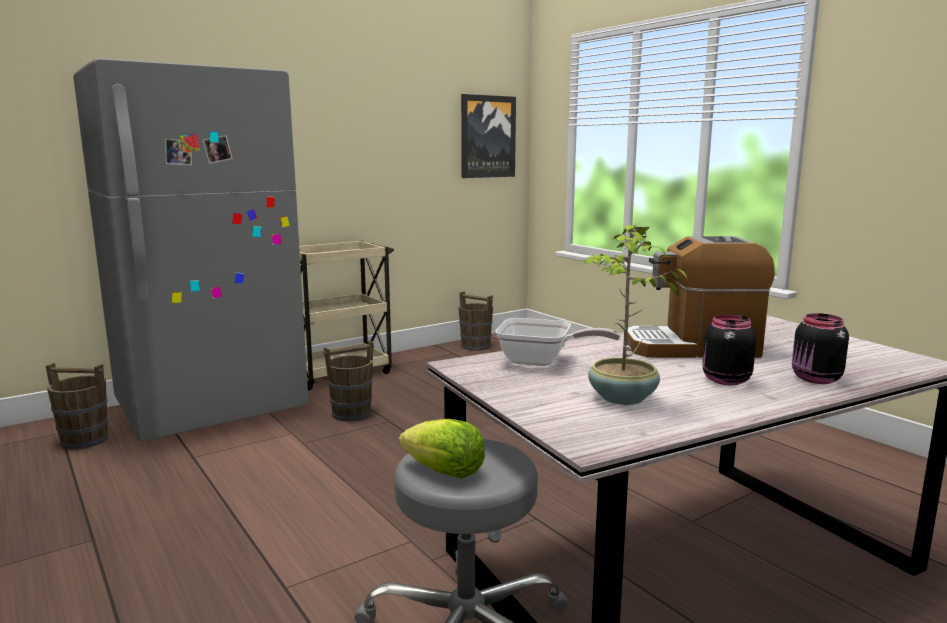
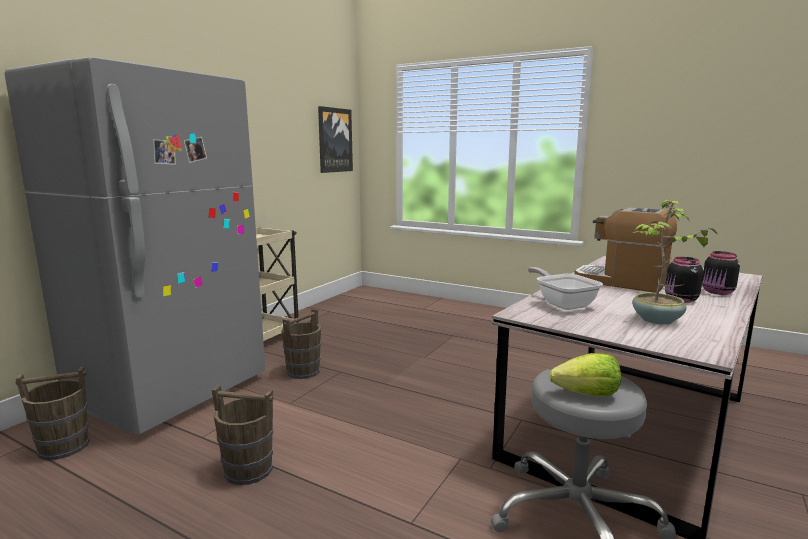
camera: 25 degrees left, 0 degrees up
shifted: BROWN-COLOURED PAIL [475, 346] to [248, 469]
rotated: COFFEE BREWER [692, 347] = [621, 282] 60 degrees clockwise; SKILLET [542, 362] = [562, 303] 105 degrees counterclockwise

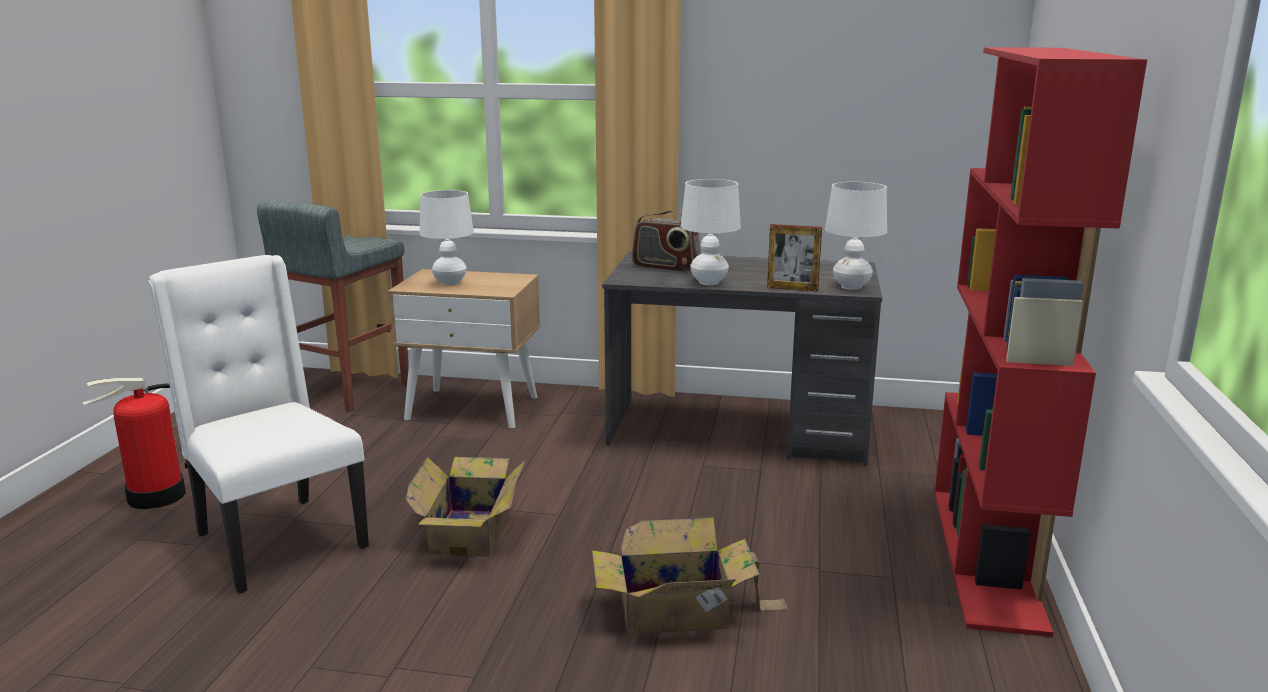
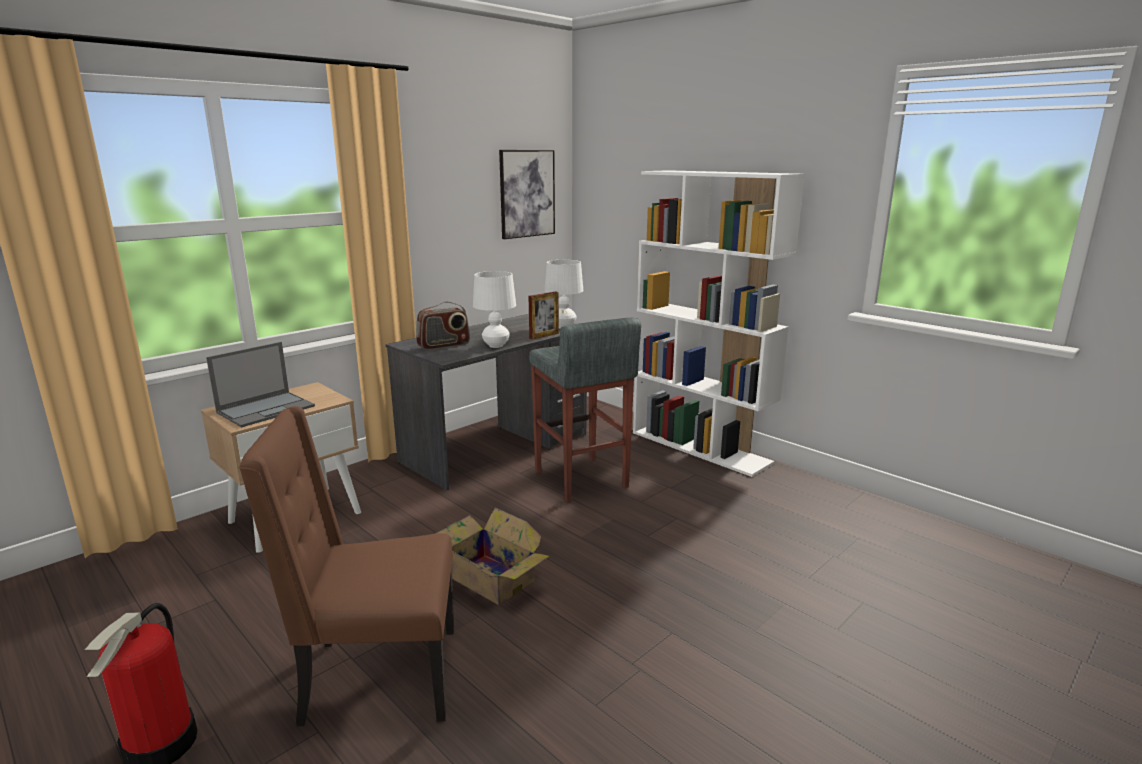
camera: 55 degrees left, 0 degrees up
gone: CARTON [679, 612]
new: WALL PICTURE [527, 193]
shifted: GREY STOOL [348, 391] to [580, 480]
swapped: WHITISH TABLE LAMP [449, 282] to PORTABLE COMPUTER [267, 409]
repainted: REDDISH SHELVING UNIT [987, 556] to WHITISH SHELVING UNIT [701, 447]; WHITISH UPRIGHT CHAIR [276, 541] to BROWN-COLOURED UPRIGHT CHAIR [377, 678]

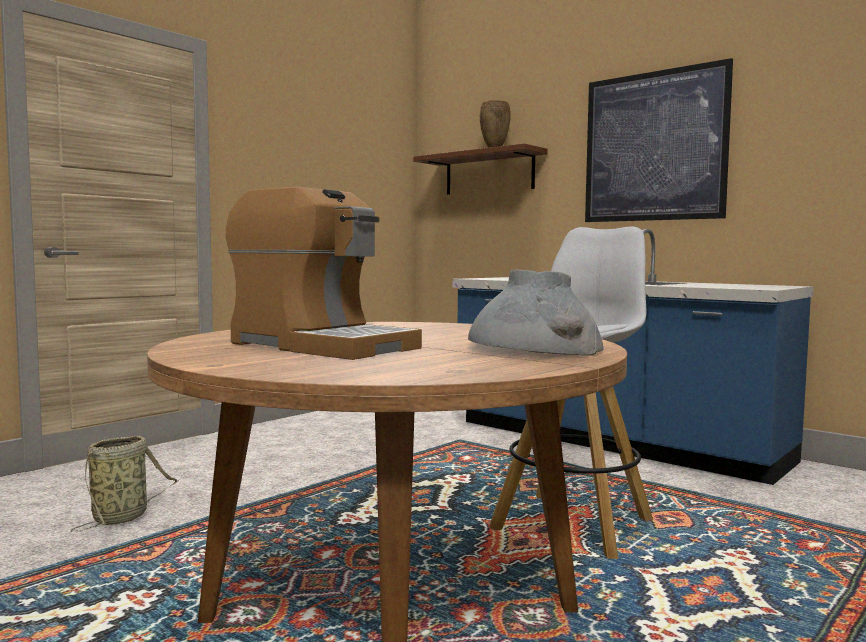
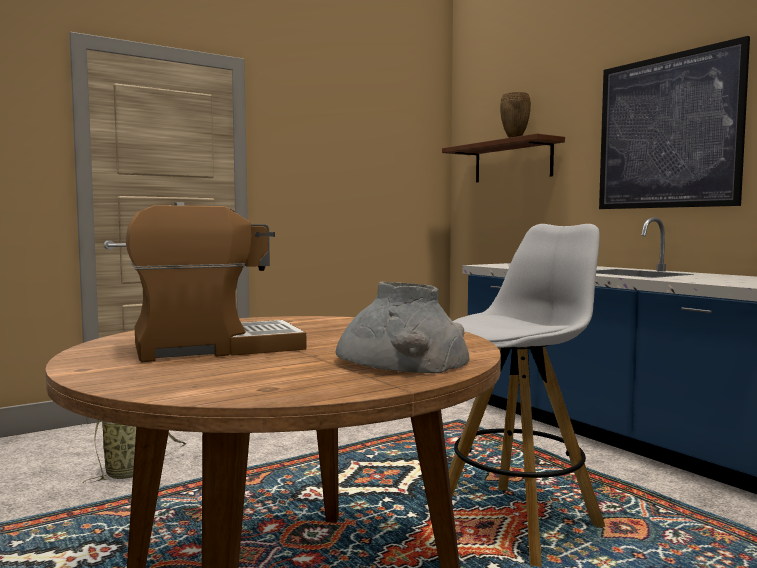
camera: 15 degrees right, 0 degrees up
rotated: COFFEE BREWER [320, 345] = [214, 348] 75 degrees counterclockwise

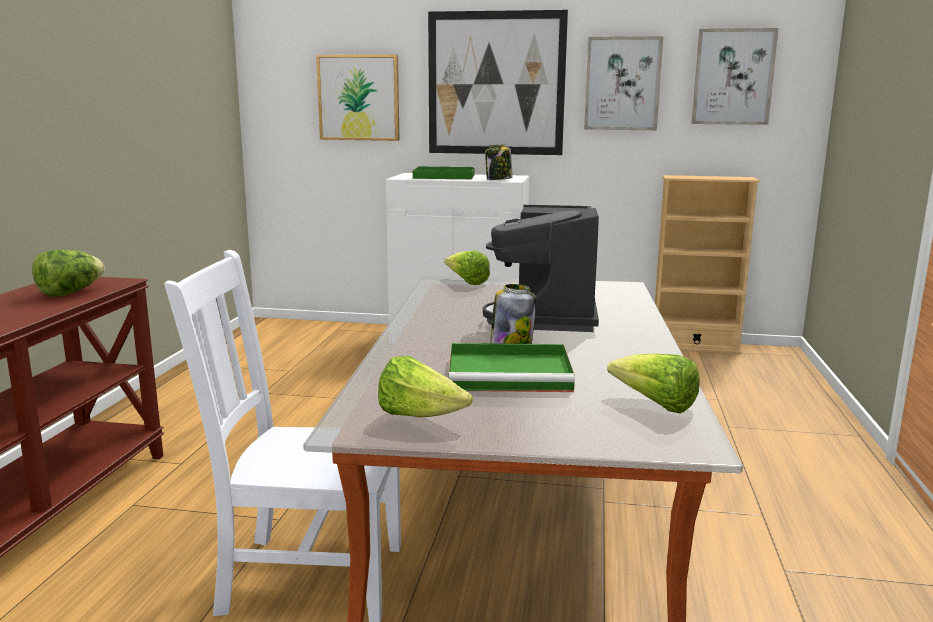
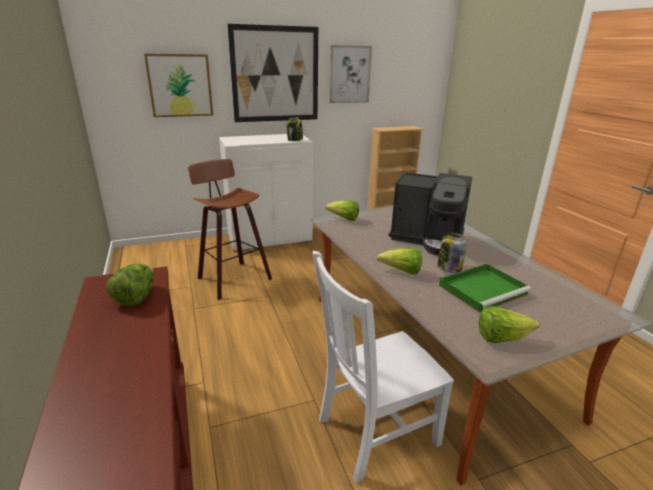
camera: 30 degrees left, 10 degrees up
gone: WALL PICTURE [733, 77]; GREEN CARRYING TRAY [442, 176]
new: STOOL [231, 278]
shifted: HEAD OF LETTUCE [655, 405] to [401, 271]
rotated: COFFEE BREWER [549, 317] = [428, 239] 45 degrees counterclockwise

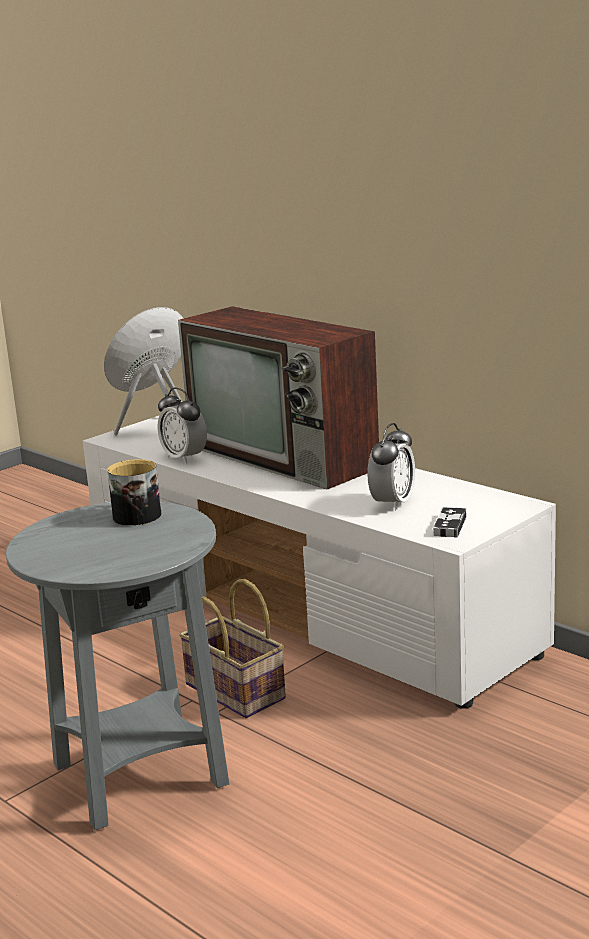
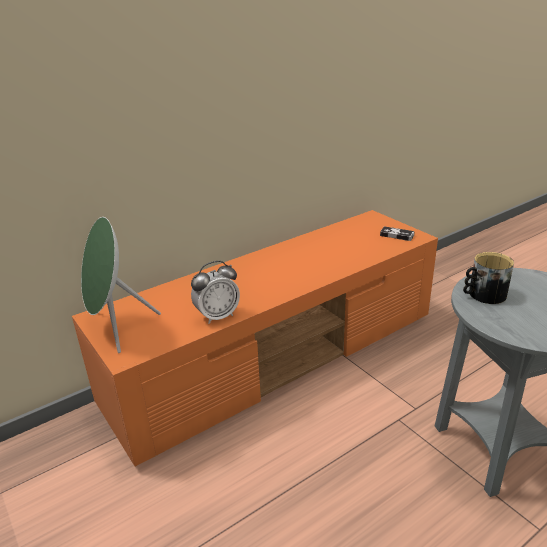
camera: 80 degrees left, 10 degrees up
gone: TELEVISION [285, 457]; TABLE CLOCK [392, 503]; STORAGE BASKET [238, 691]
repainted: WHITISH TV UNIT [306, 606] to ORANGE TV UNIT [278, 357]

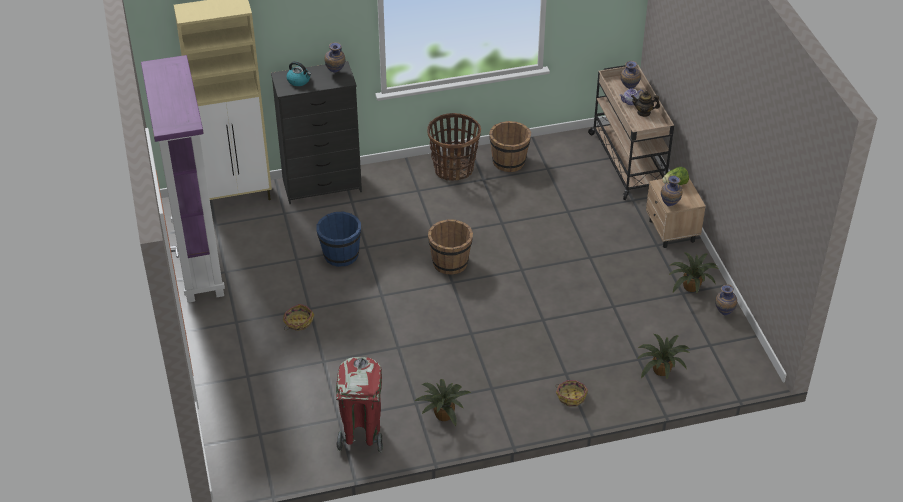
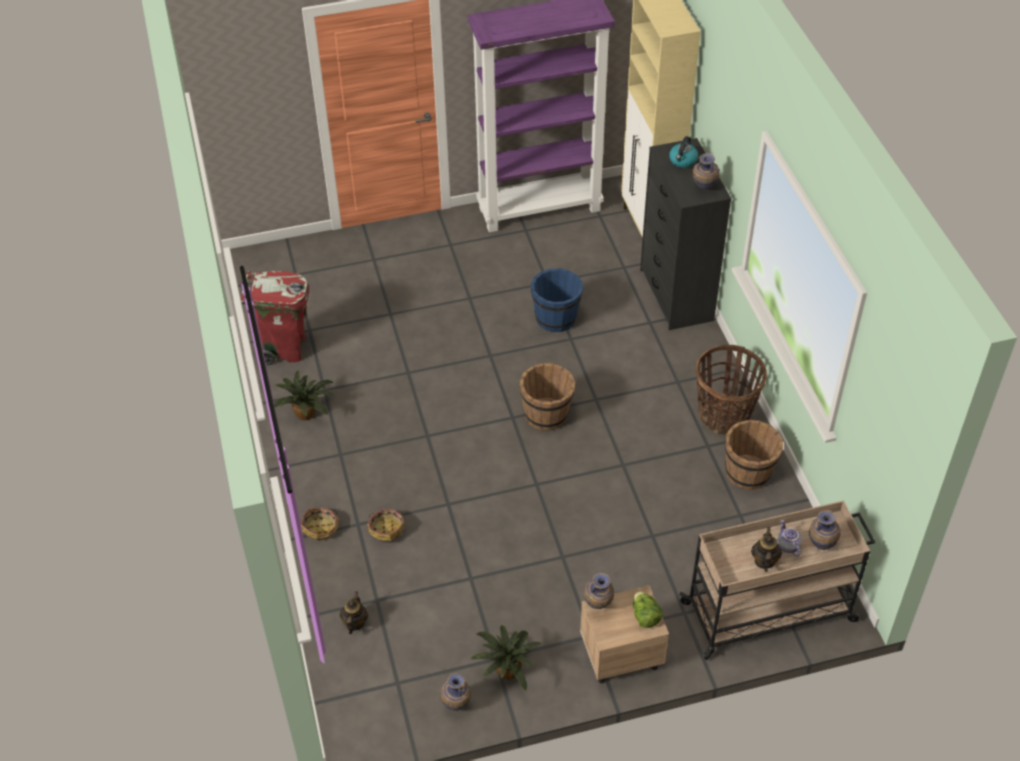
camera: 90 degrees right, 5 degrees up
shifted: STORAGE BASKET [298, 322] to [386, 529]
swapped: HOUSEPLANT [661, 371] to TEA POT [354, 623]

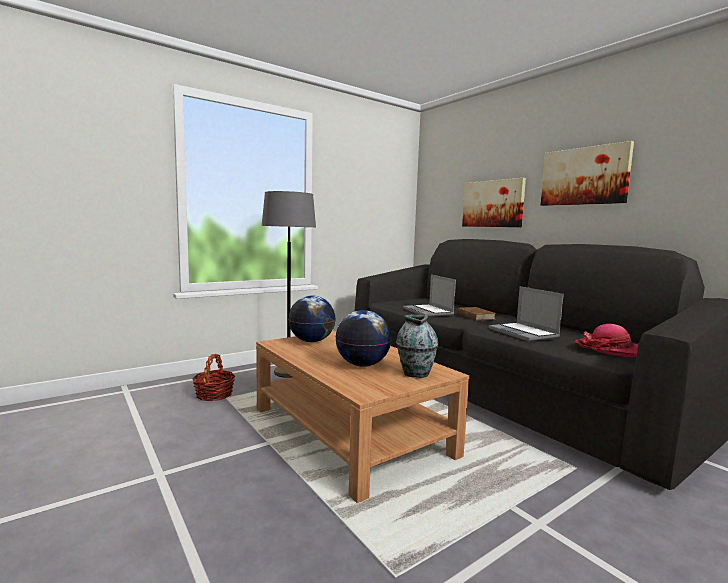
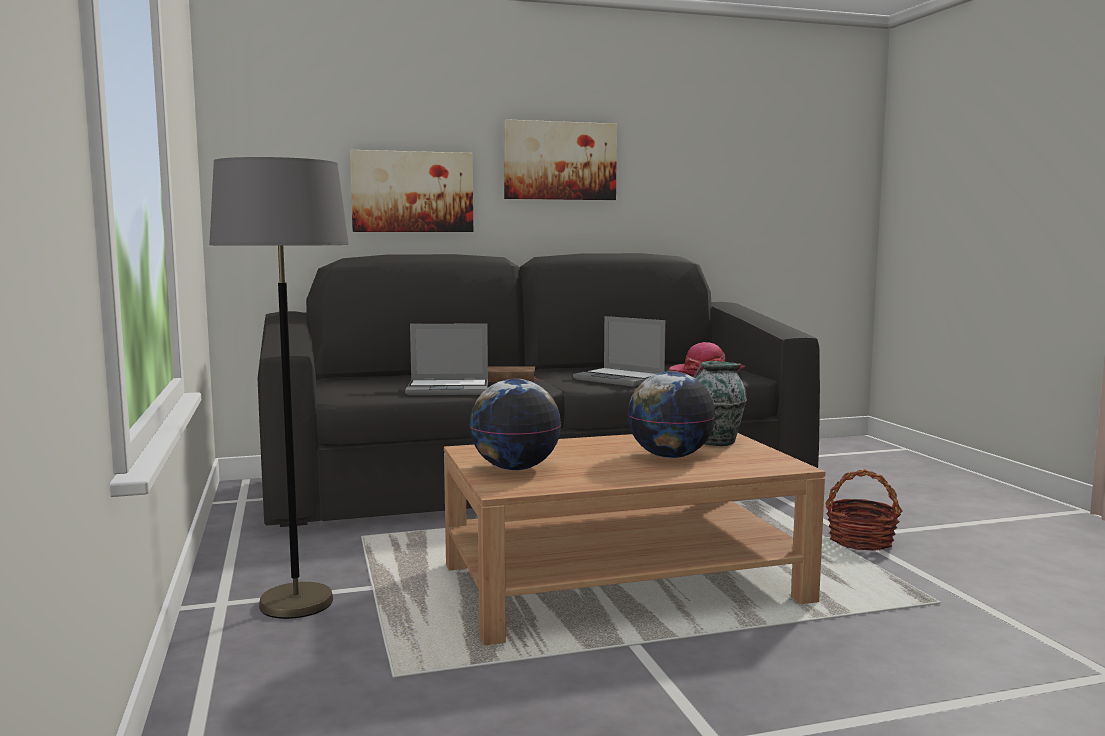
camera: 70 degrees left, 0 degrees up
shifted: STORAGE BASKET [214, 394] to [860, 541]
rotated: PORTABLE COMPUTER [524, 333] = [620, 379] 45 degrees clockwise

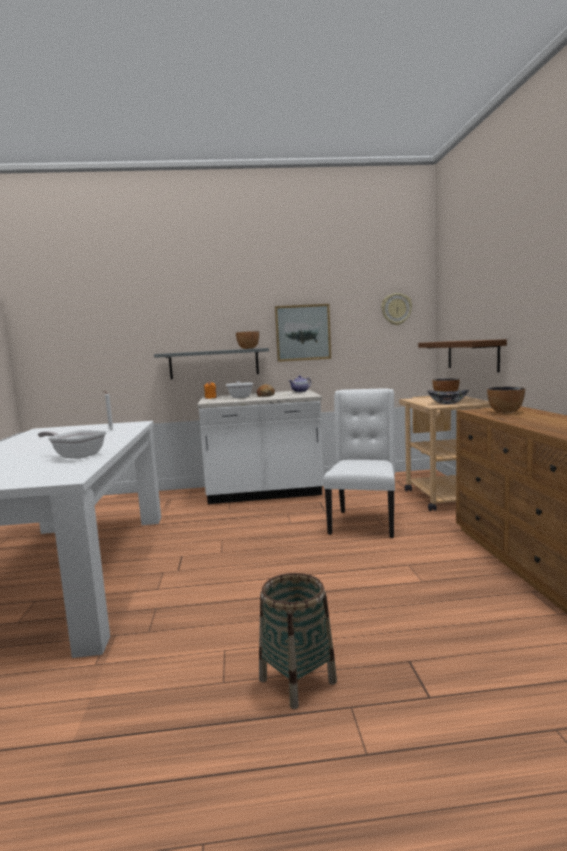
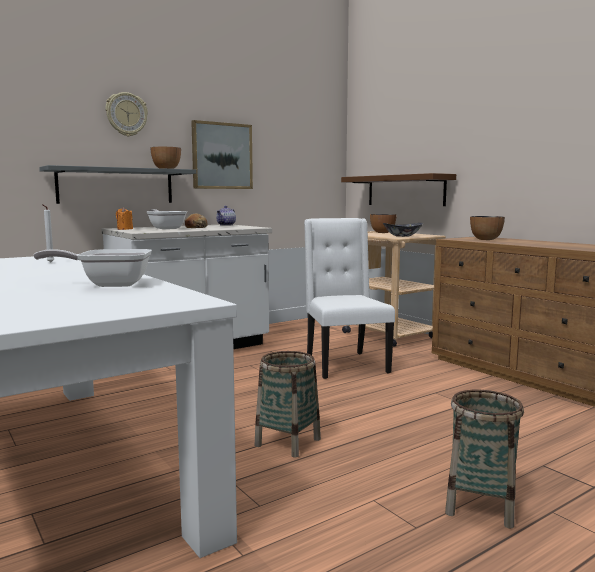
camera: 30 degrees left, 0 degrees up
new: STORAGE BASKET [288, 442]
shifted: CLOCK ON THE WALL [396, 309] to [126, 114]

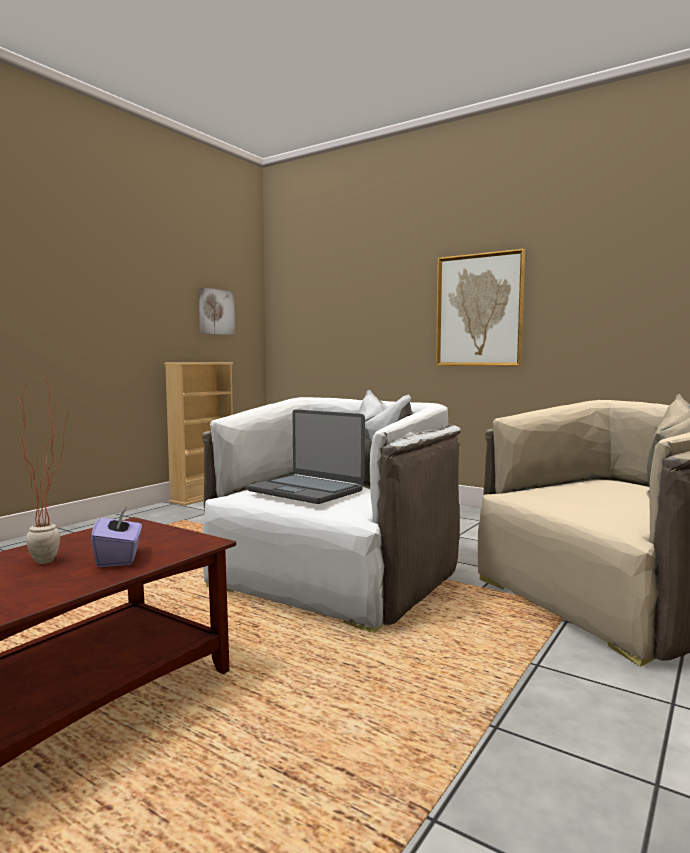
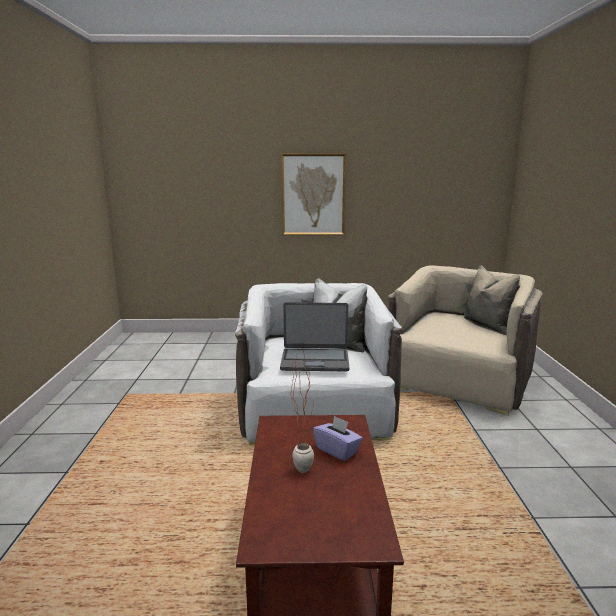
camera: 35 degrees left, 10 degrees up
gone: WALL PICTURE [216, 312]; SAND-COLOURED SHELVING UNIT [203, 497]

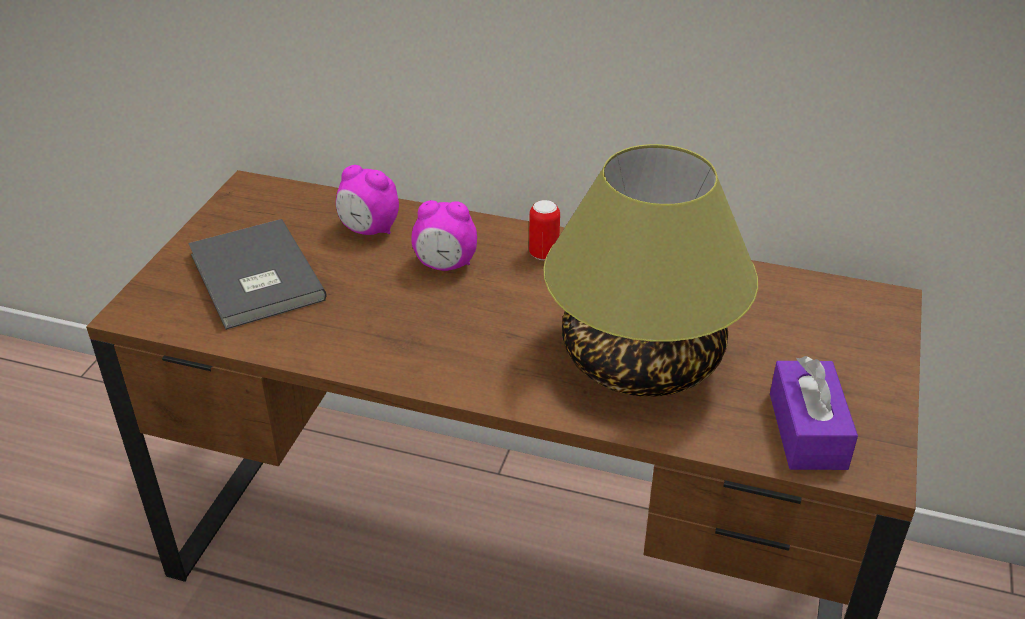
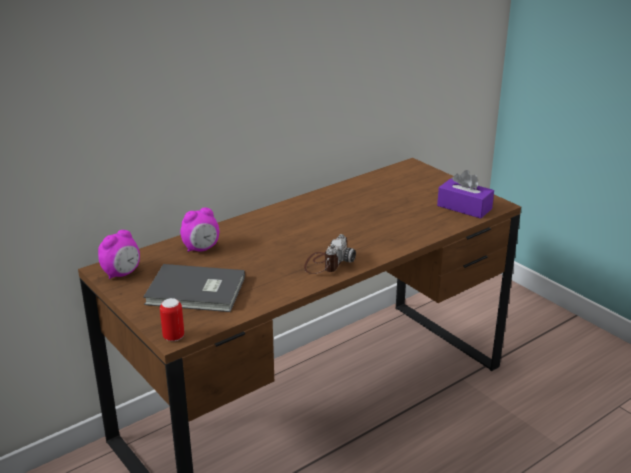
camera: 55 degrees left, 10 degrees down
gone: TABLE LAMP [641, 359]
new: PHOTO CAMERA [327, 263]
shifted: TABLE CLOCK [445, 265] to [122, 274]; SEALED CAN [543, 254] to [173, 337]

